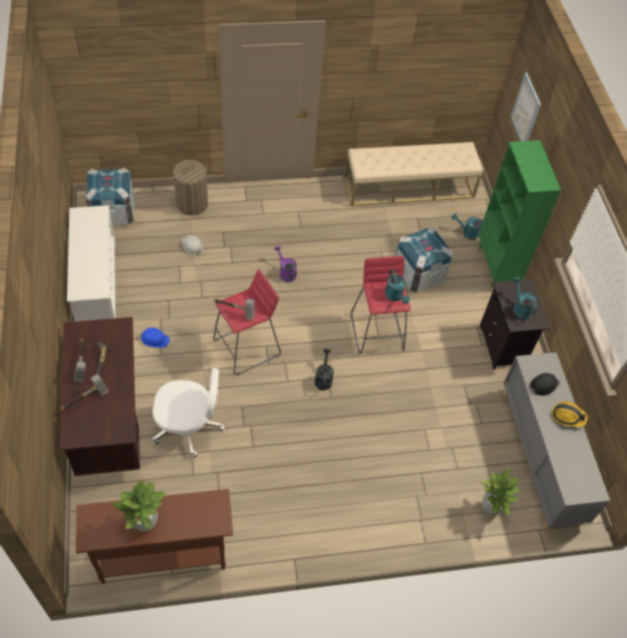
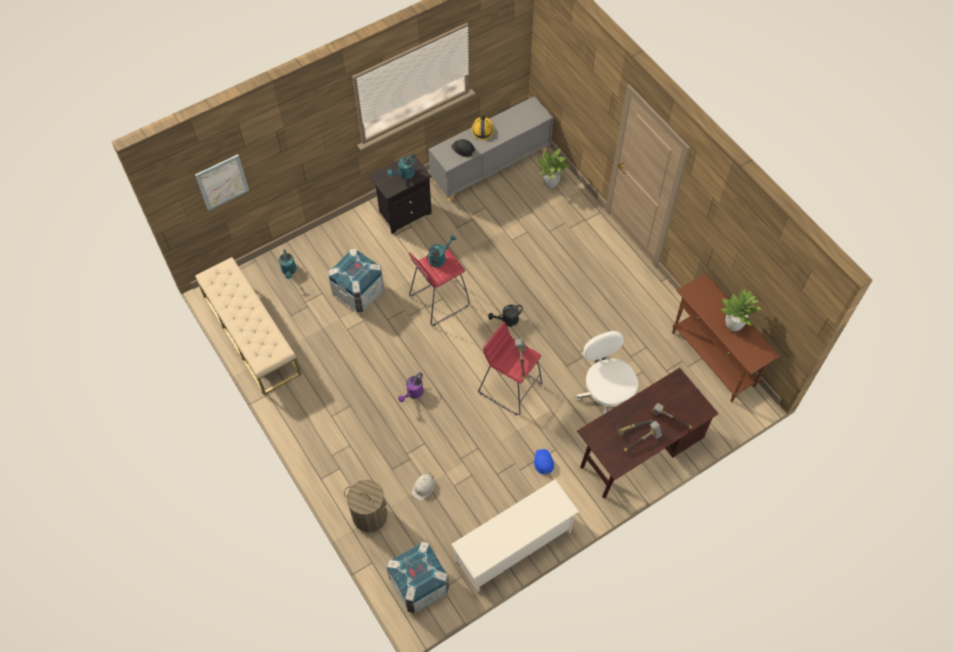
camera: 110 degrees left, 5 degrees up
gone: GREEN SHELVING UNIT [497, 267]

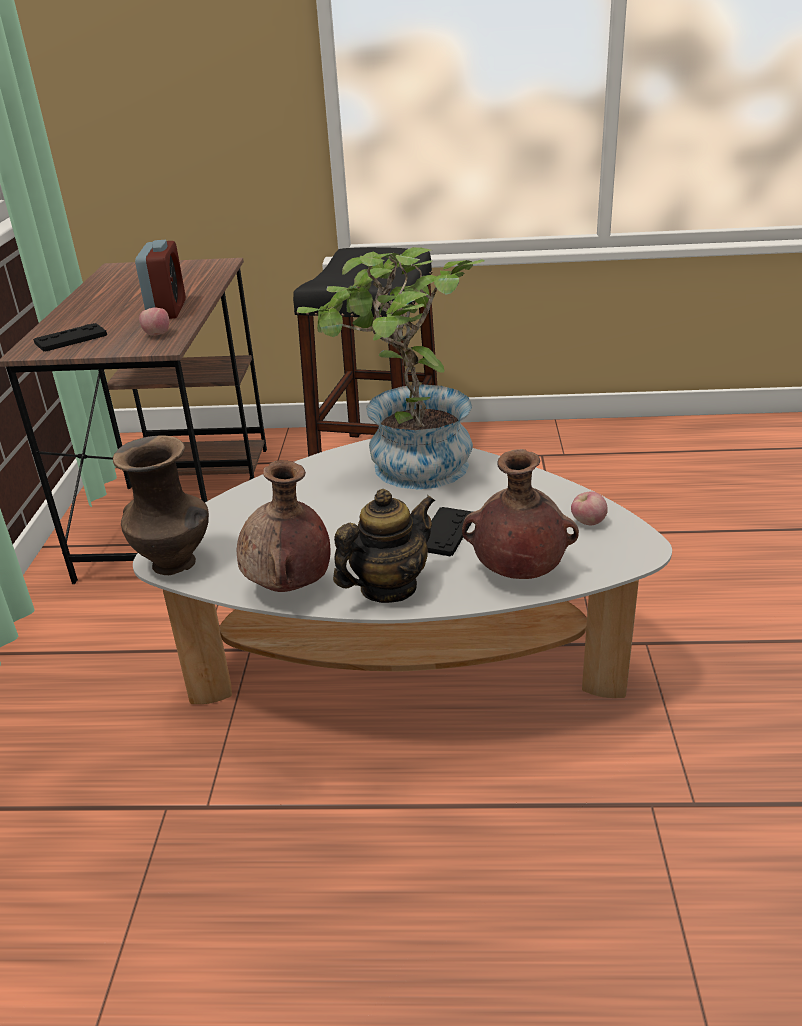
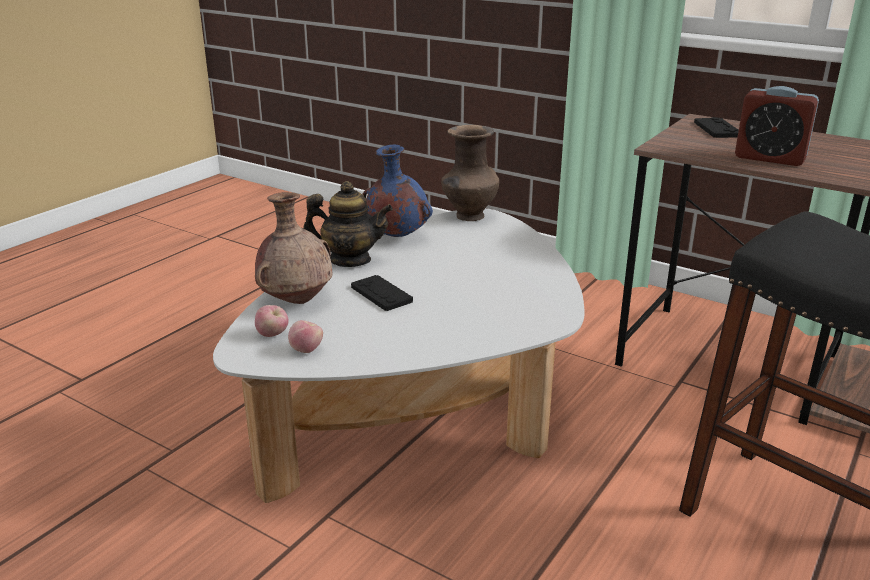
camera: 120 degrees right, 5 degrees down
gone: HOUSEPLANT [407, 469]
shifted: APPLE [157, 334] to [273, 335]
repainted: BROWN-COLOURED FLOWER VASE [289, 587] to BLUE-COLOURED FLOWER VASE [396, 237]
rotated: TEA POT [388, 588] = [350, 260] 75 degrees counterclockwise

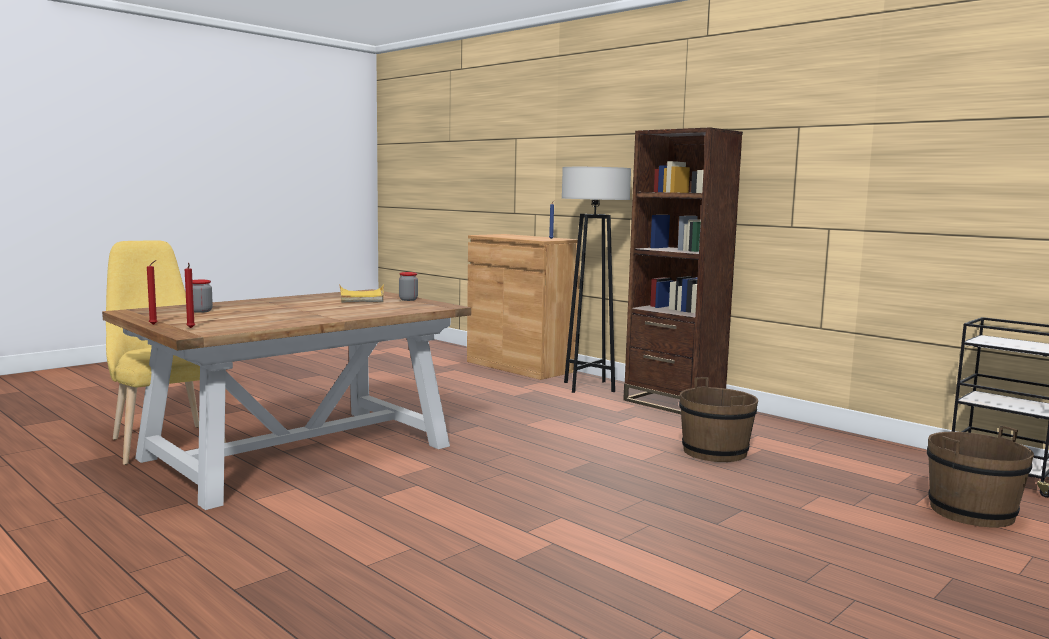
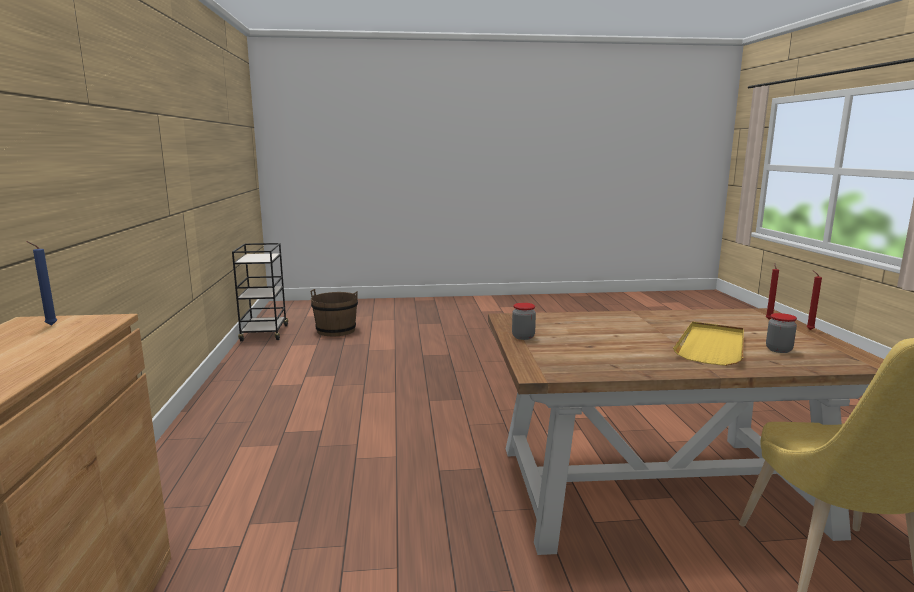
camera: 140 degrees left, 5 degrees up
gone: BROWN-COLOURED SHELVING UNIT [673, 403]; GREY STANDING LAMP [588, 387]; BROWN-COLOURED PAIL [715, 452]
shifted: YELLOWISH CARRYING TRAY [362, 297] to [711, 346]

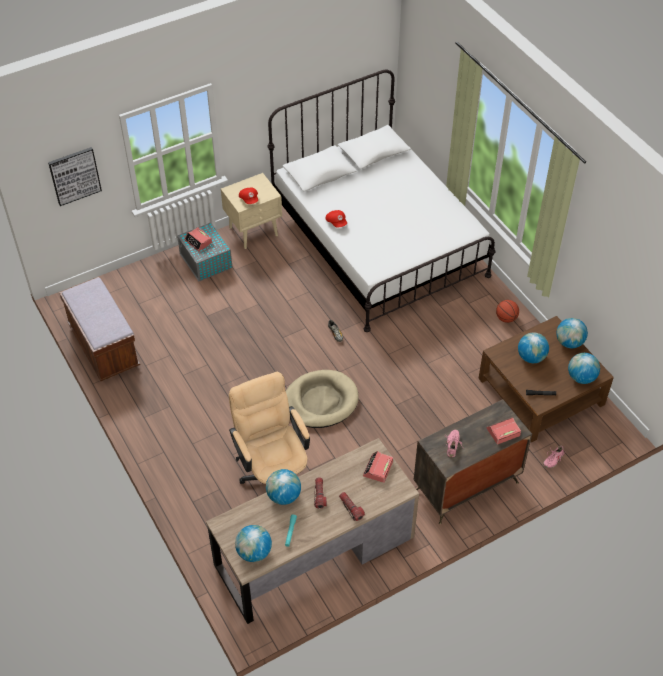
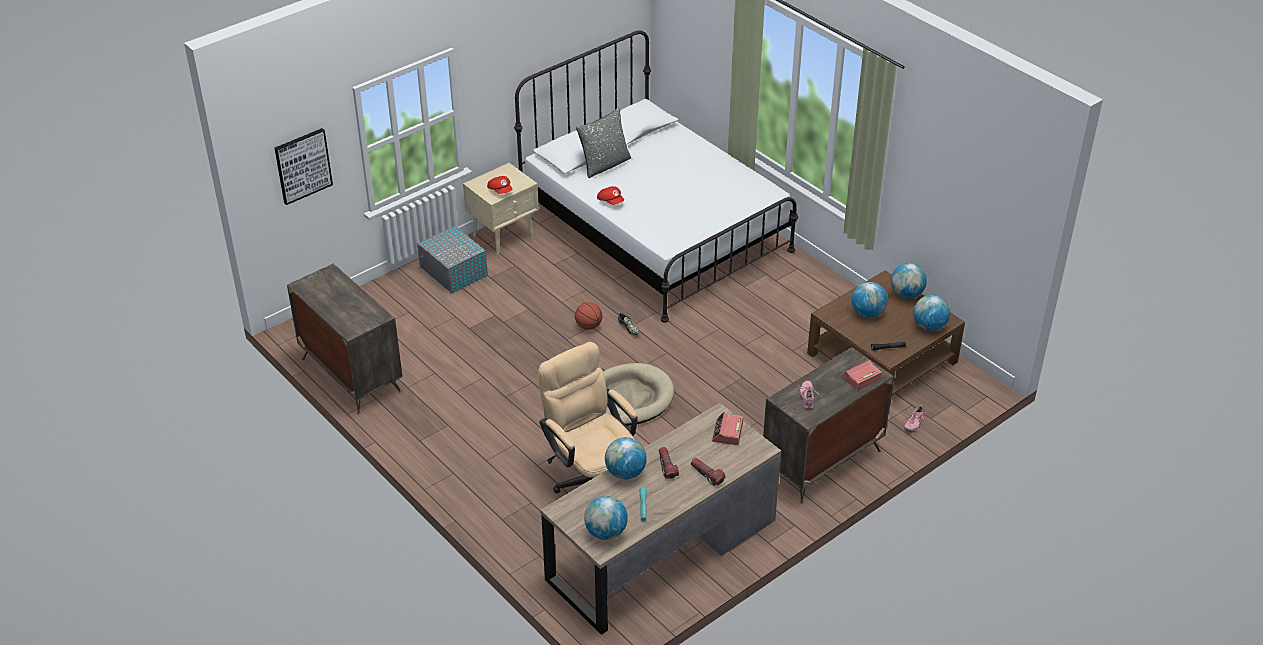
camera: 10 degrees left, 10 degrees down
gone: TABLE CLOCK [198, 242]
new: GREY THROW PILLOW [605, 165]
shifted: BALL FOR BASKETBALL [506, 318] to [588, 326]
swapped: BROWN-COLOURED LONG SEAT [104, 347] to CHEST OF DRAWERS [351, 374]

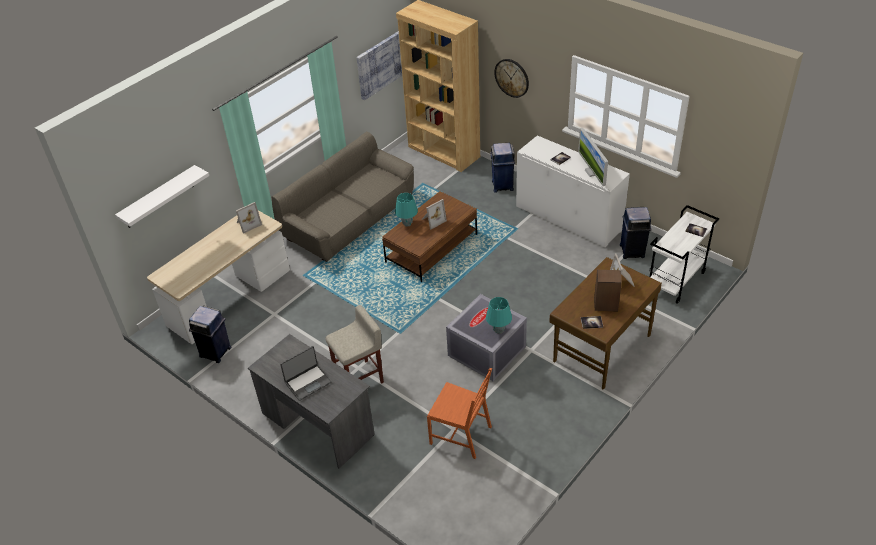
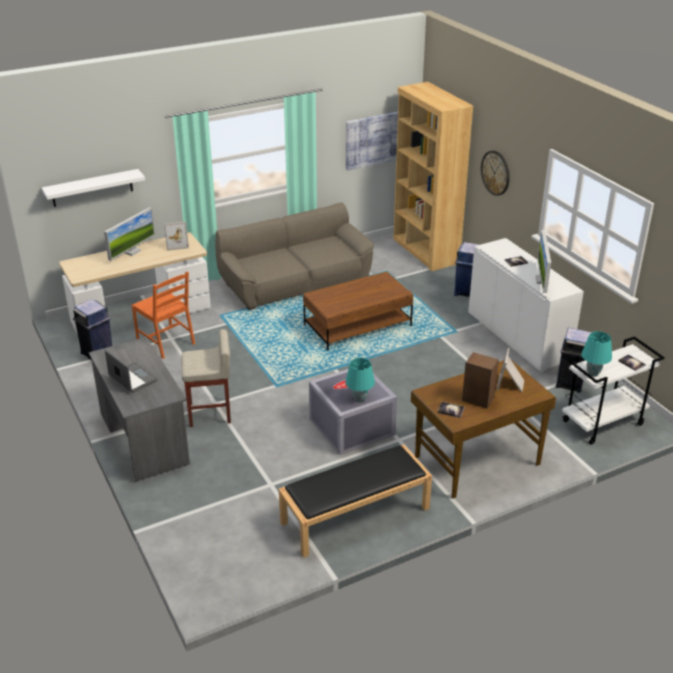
camera: 20 degrees right, 10 degrees down
gone: PICTURE FRAME [432, 220]
new: COMPUTER DISPLAY [132, 252]; BLACKISH LONG SEAT [354, 516]
shifted: TURQUOISE TABLE LAMP [407, 224] to [592, 374]; ORANGE UPRIGHT CHAIR [461, 434] to [167, 342]
rotated: PORTABLE COMPUTER [308, 382] = [132, 379] 120 degrees counterclockwise

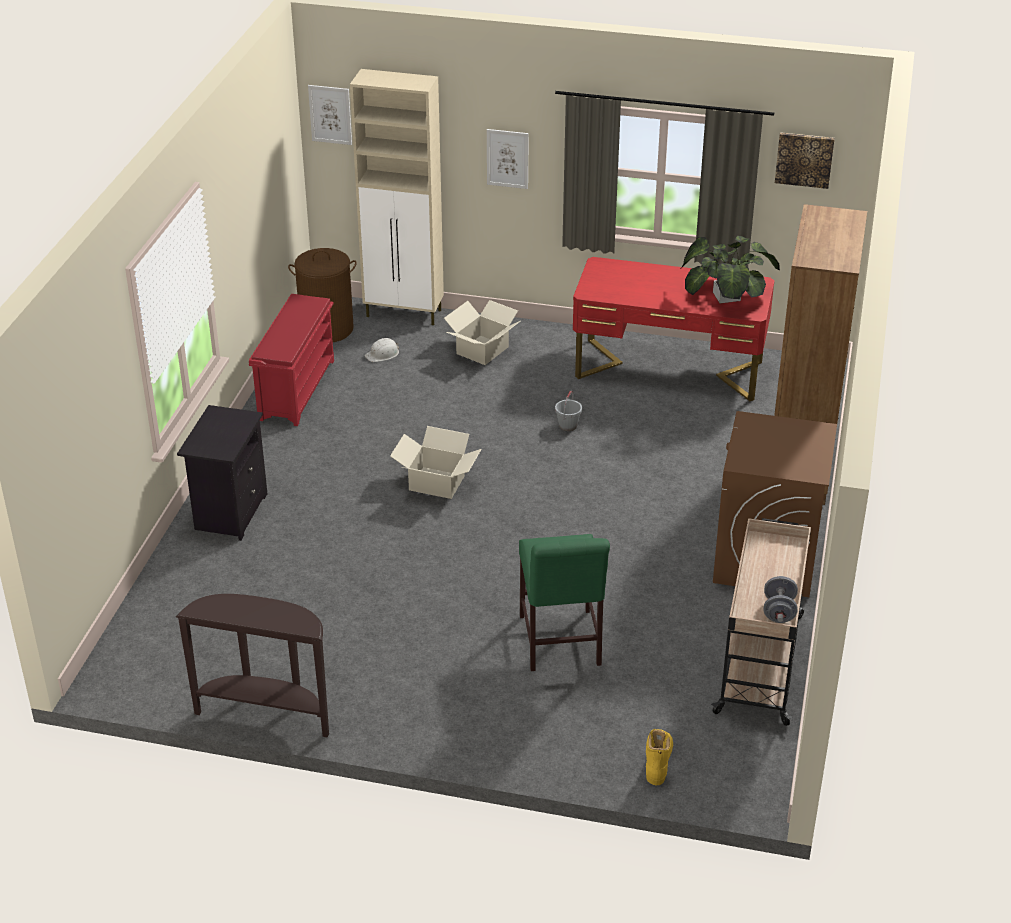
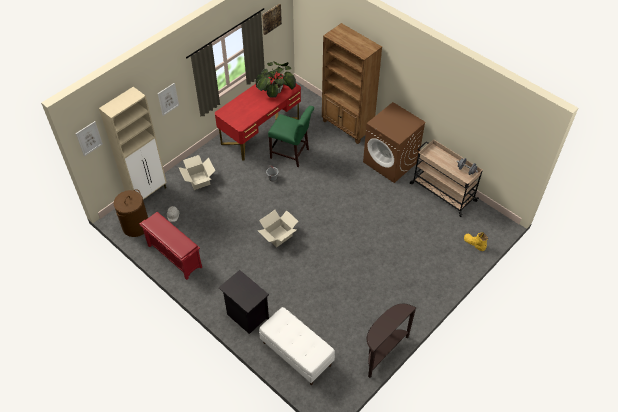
camera: 60 degrees left, 15 degrees up
new: WHITISH LONG SEAT [296, 354]
shifted: GREEN UPRIGHT CHAIR [560, 644] to [291, 154]

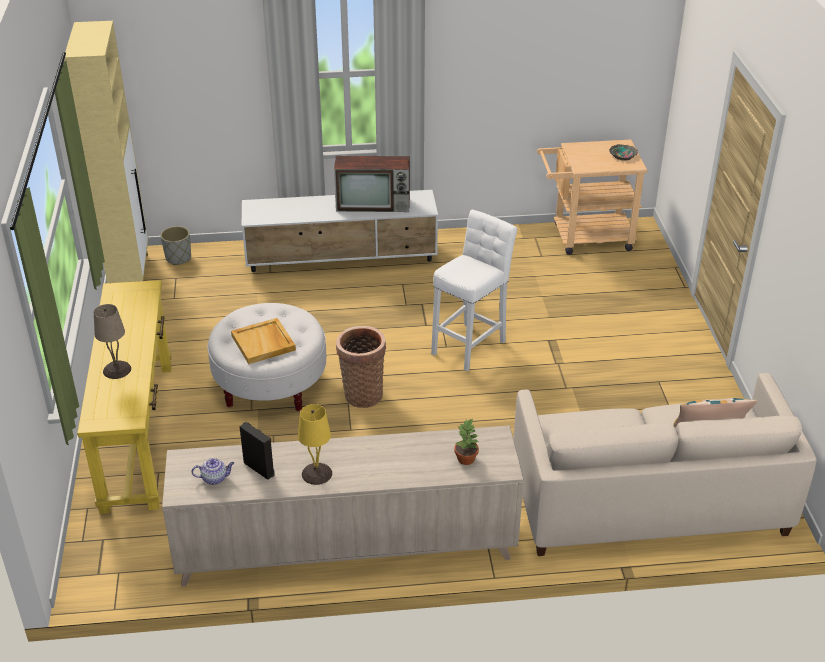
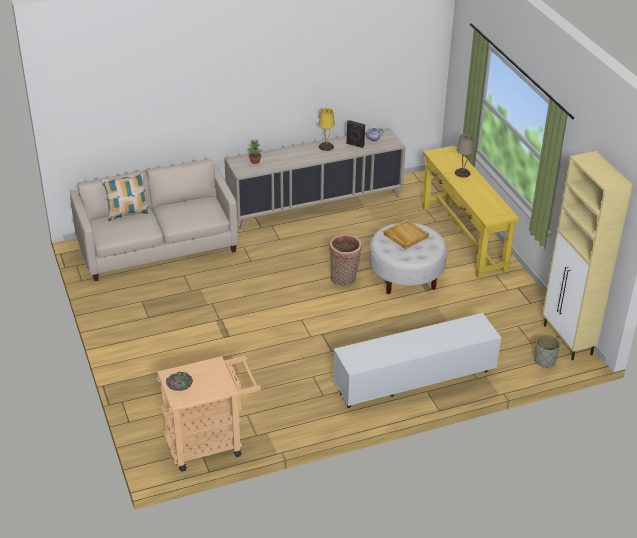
camera: 165 degrees right, 0 degrees up
gone: TELEVISION [374, 204]; WHITISH STOOL [470, 345]

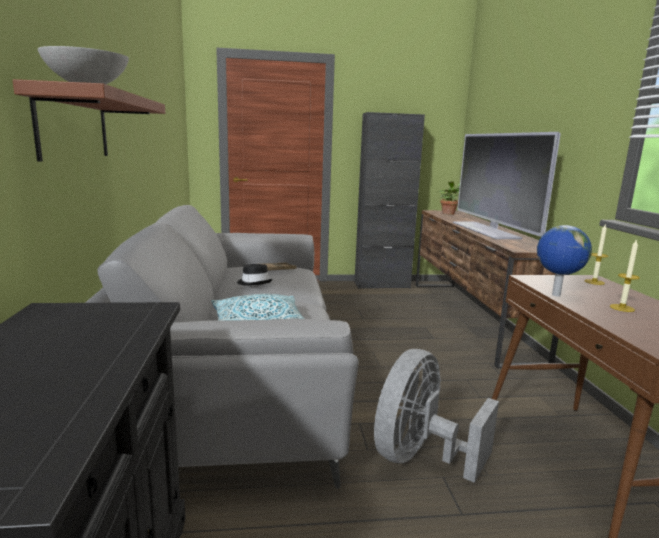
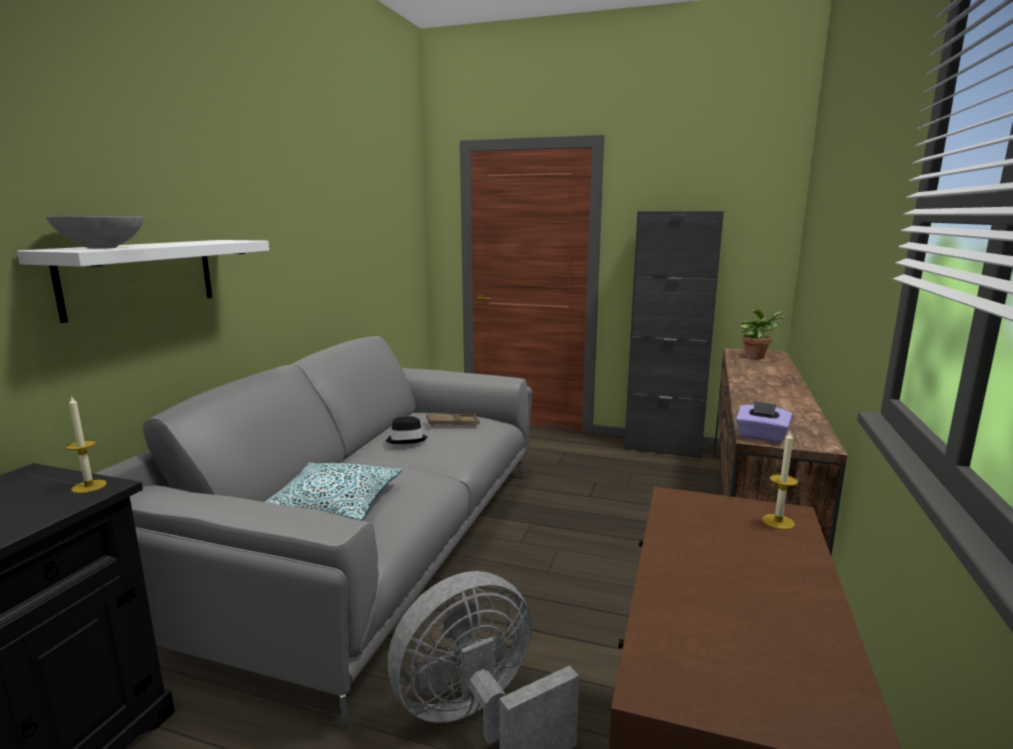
camera: 25 degrees right, 0 degrees up
gone: TELEVISION [486, 230]; GLOBE [555, 295]
new: PURPLISH TISSUE BOX [761, 437]
shifted: CANDLE [622, 308] to [89, 486]
repainted: BROWN-COLOURED BRACKET SHELF [74, 126] to WHITISH BRACKET SHELF [140, 276]

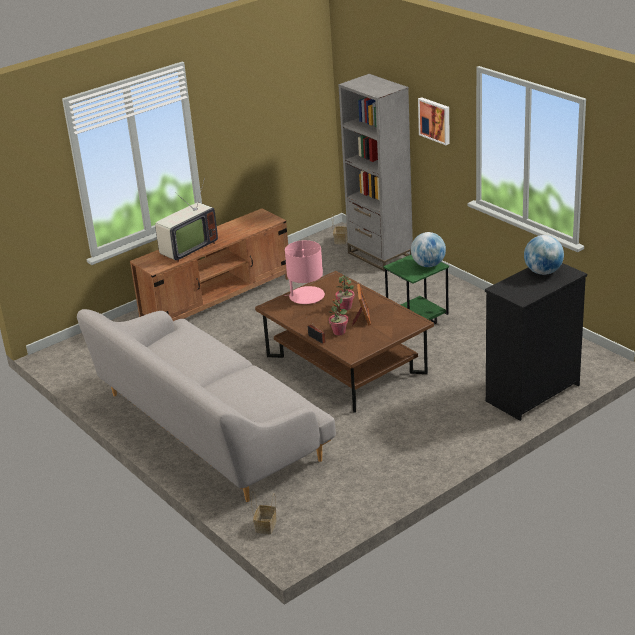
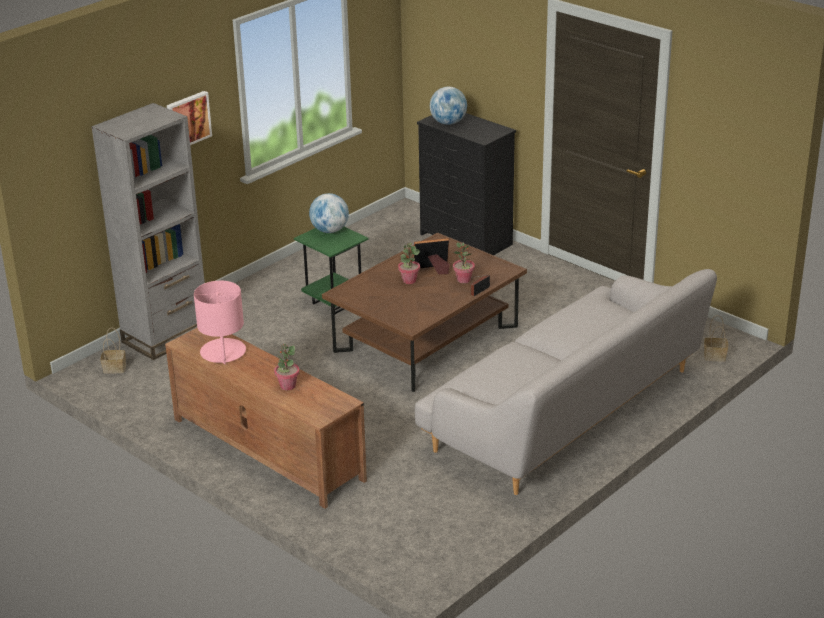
camera: 100 degrees left, 0 degrees up
shifted: PINK TABLE LAMP [306, 296] to [223, 352]
swapped: TELEVISION [186, 249] to HOUSEPLANT [287, 386]

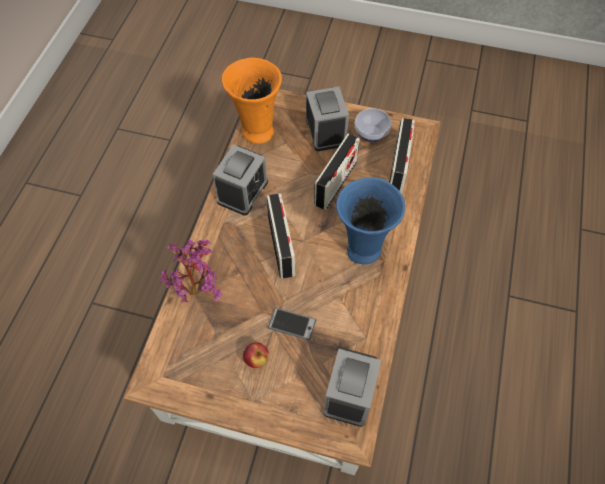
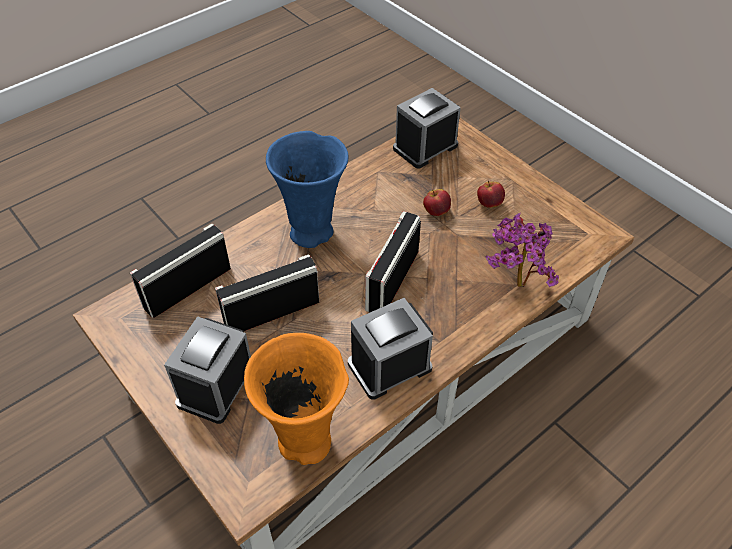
camera: 145 degrees left, 10 degrees down
gone: SERVING BOWL [371, 133]
swapped: PHONE [292, 324] to APPLE [436, 212]

